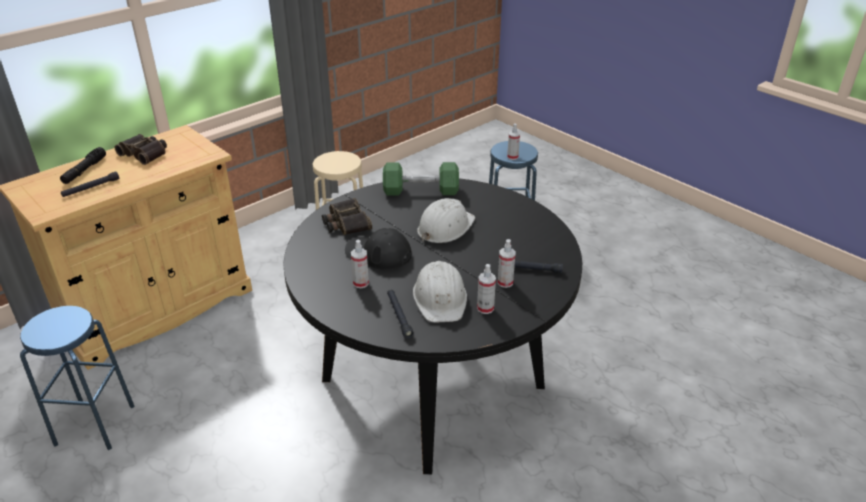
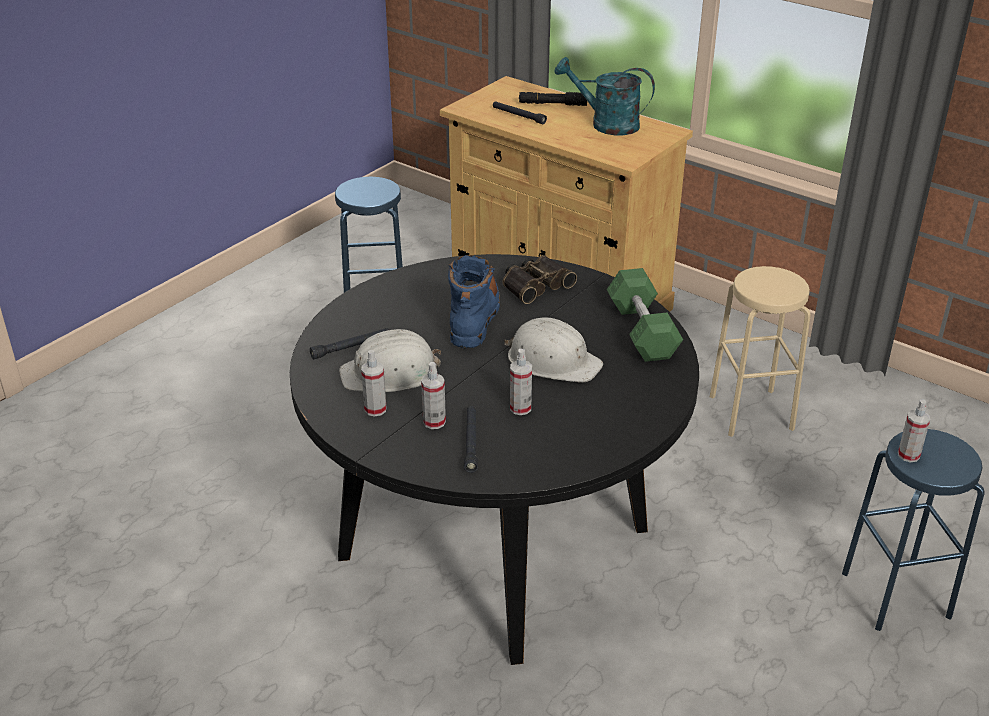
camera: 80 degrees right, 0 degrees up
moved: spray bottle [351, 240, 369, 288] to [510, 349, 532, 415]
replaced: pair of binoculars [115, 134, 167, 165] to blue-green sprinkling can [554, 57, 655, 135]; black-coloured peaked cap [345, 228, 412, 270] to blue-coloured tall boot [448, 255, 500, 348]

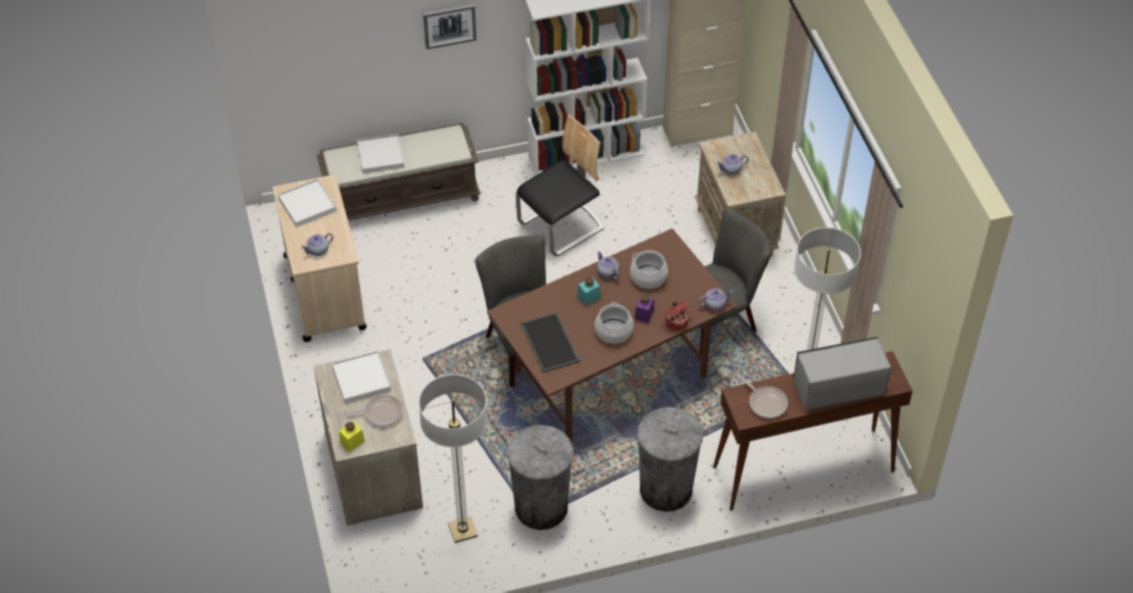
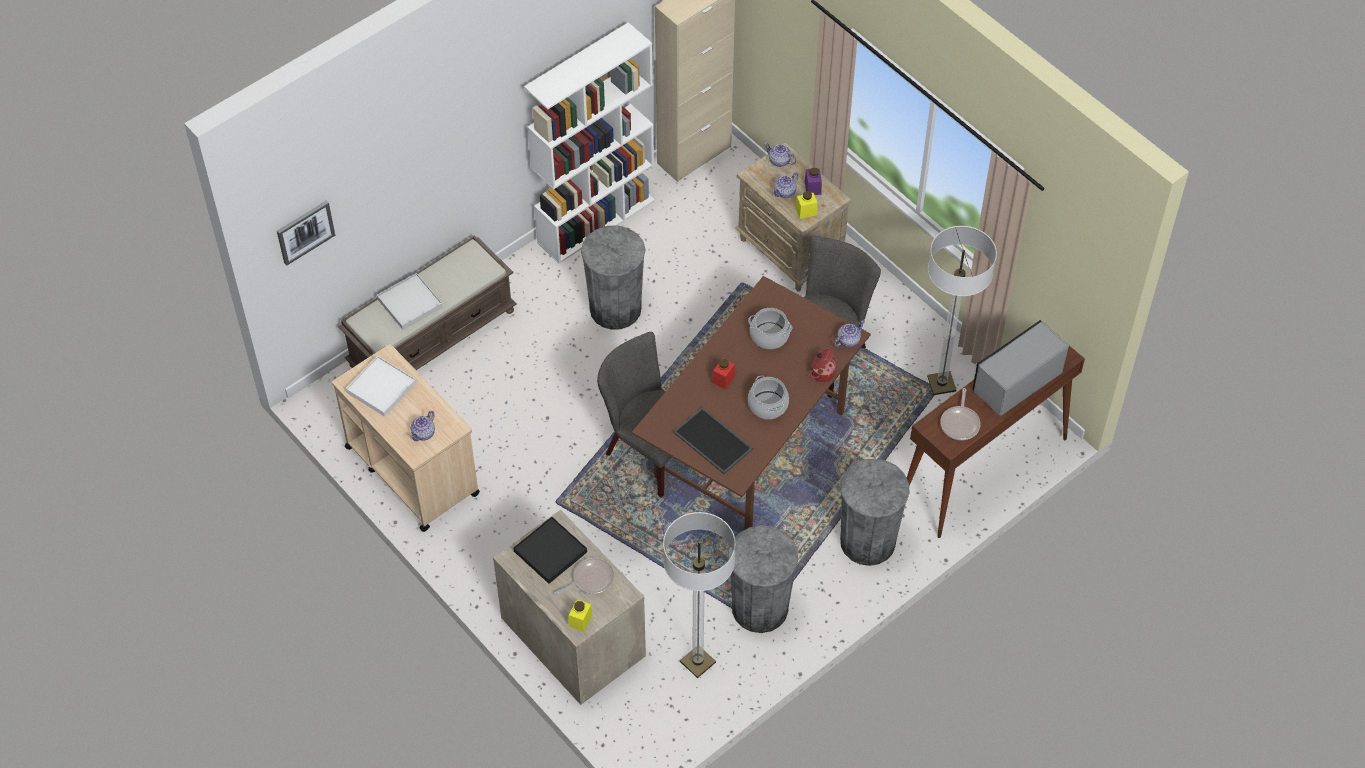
camera: 25 degrees left, 5 degrees up
added: yellow jar [795, 191, 817, 219]
moved: wall picture [423, 4, 477, 49] to [277, 200, 335, 266]; tea pot [597, 251, 620, 280] to [764, 143, 797, 167]; purple-coloured jar [635, 294, 654, 323] to [805, 167, 822, 195]
replaced: chair [516, 114, 604, 256] to grey waste bin [581, 225, 645, 330]
recoloured: blue-green jar [577, 277, 601, 306] to reddish jar [712, 358, 735, 389]; white tray [332, 351, 391, 403] to black-coloured tray [513, 517, 587, 584]
turned: pan [740, 376, 788, 418] = [940, 388, 981, 440] 75 degrees clockwise

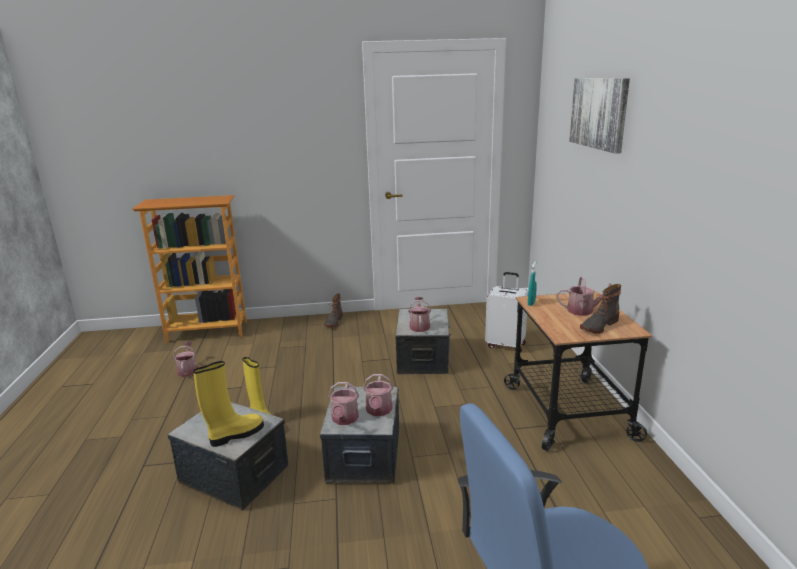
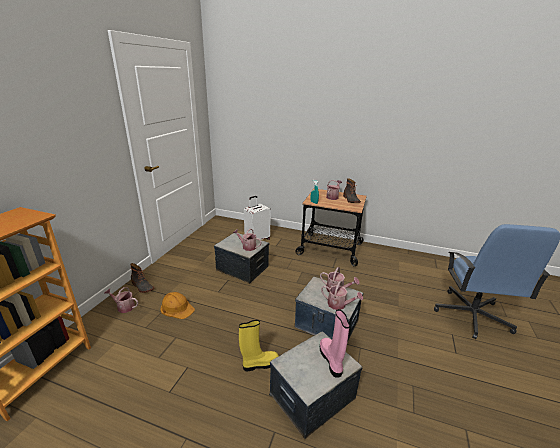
camera: 65 degrees left, 5 degrees up
removed: wall picture [569, 78, 630, 154]
added: orange-coloured safety helmet [161, 292, 195, 319]
moved: sprinkling can [173, 342, 197, 377] to [105, 287, 138, 313]
recoloured: yellow tall boot [193, 361, 264, 447] to pink tall boot [320, 309, 350, 378]

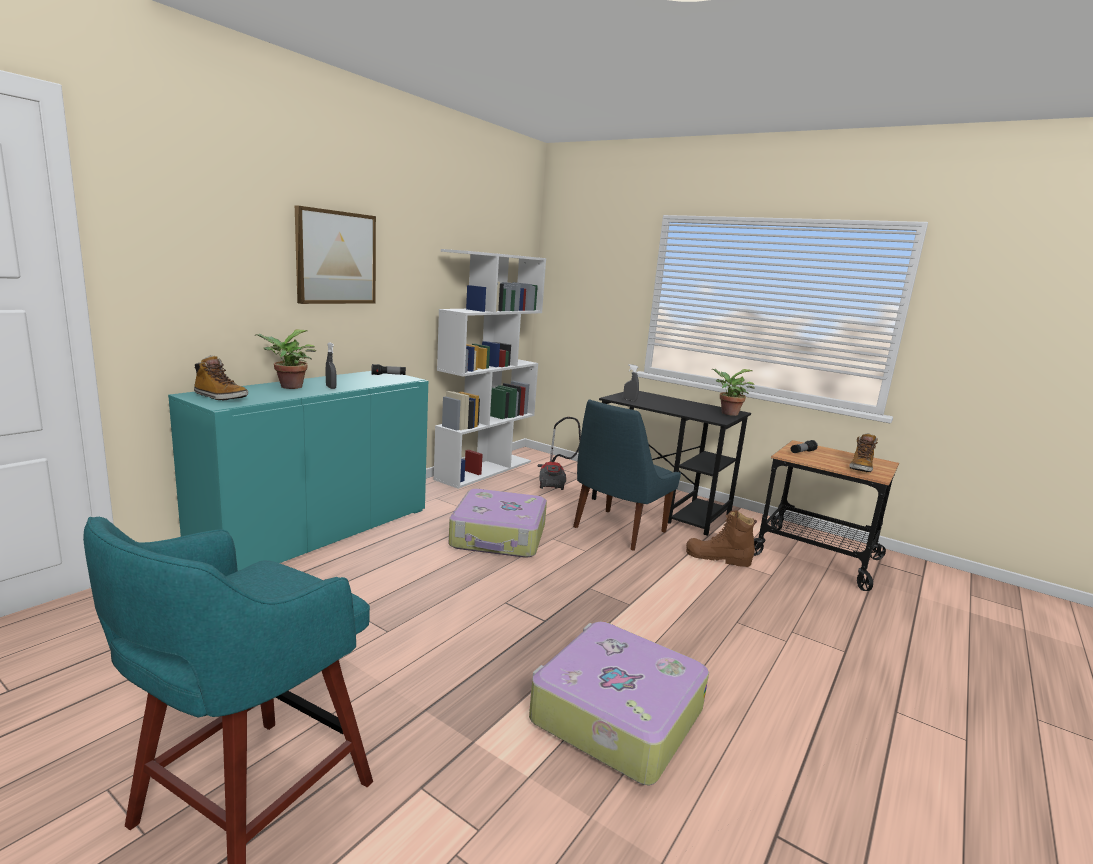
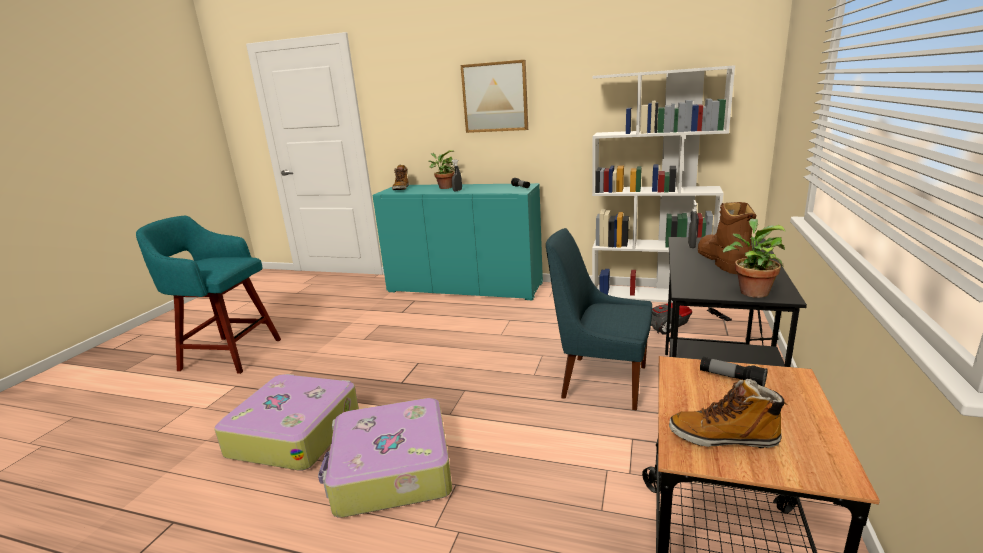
camera: 75 degrees right, 5 degrees up
moved: piece of luggage [449, 489, 547, 558] to [318, 398, 452, 518]; brown-coloured tall boot [686, 510, 757, 567] to [698, 202, 757, 274]

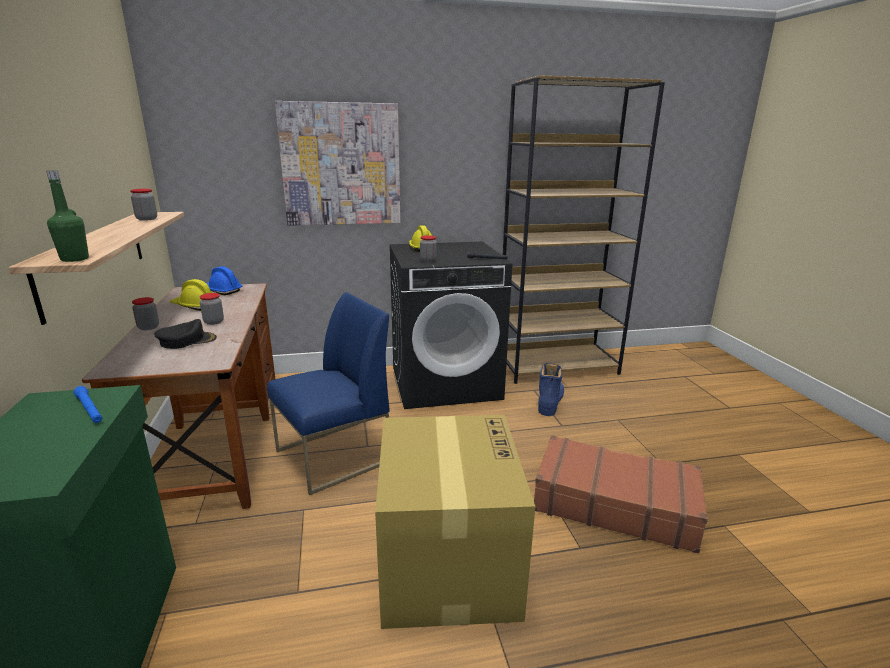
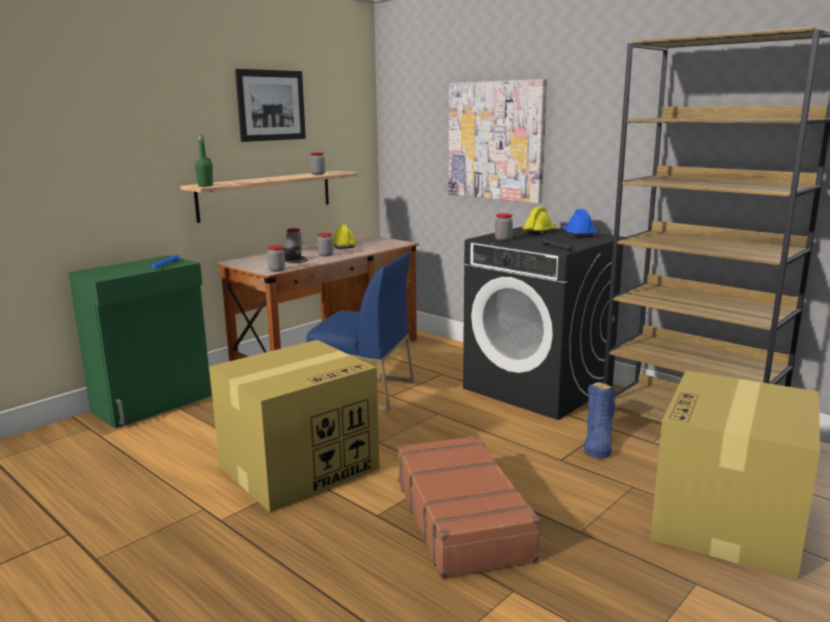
camera: 55 degrees right, 5 degrees down
added: wall picture [235, 69, 306, 142]; jar [267, 245, 285, 272]; cardboard box [650, 370, 820, 580]
moved: blue-coloured safety helmet [206, 266, 243, 295] to [563, 209, 597, 238]
turned: blue-coloured tall boot [538, 363, 564, 416] = [584, 382, 616, 458] 120 degrees clockwise

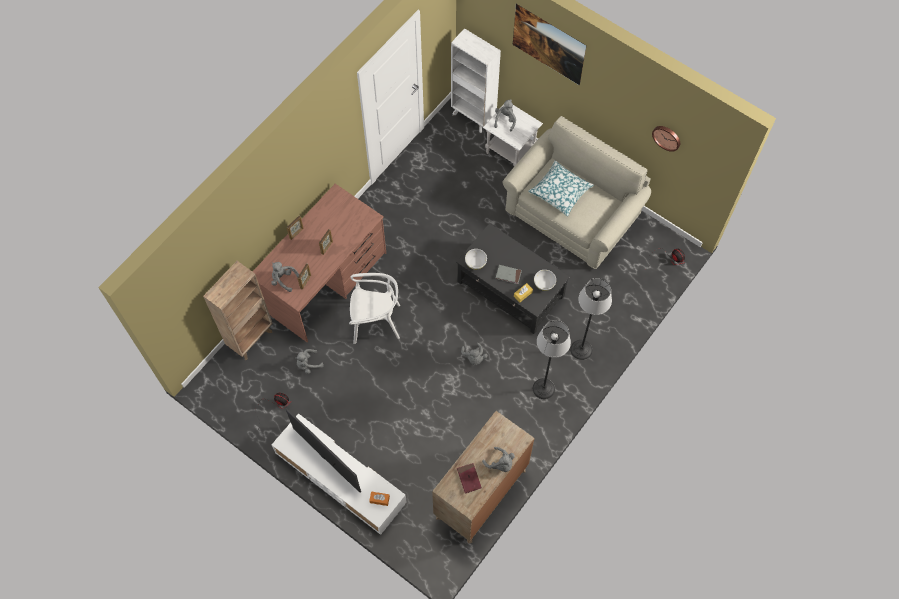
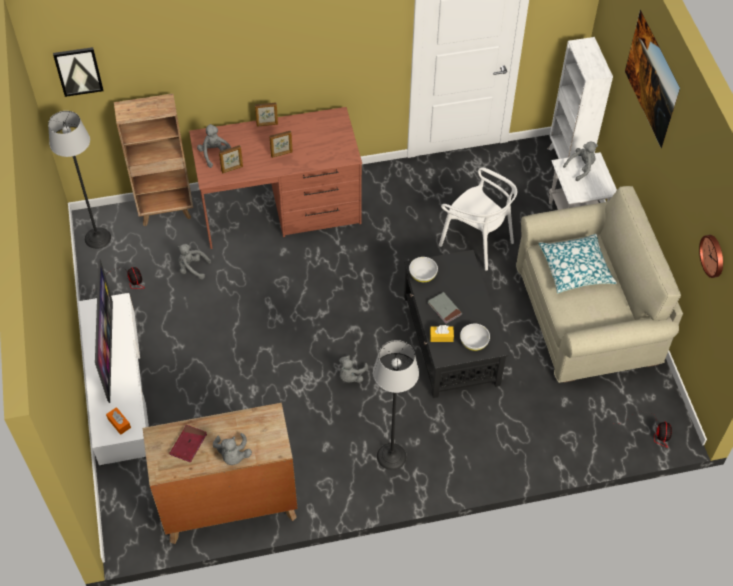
camera: 40 degrees right, 10 degrees down
added: wall picture [53, 47, 103, 97]
moved: white chair [349, 273, 400, 344] to [439, 167, 517, 271]; floor lamp [570, 278, 612, 360] to [48, 111, 111, 249]

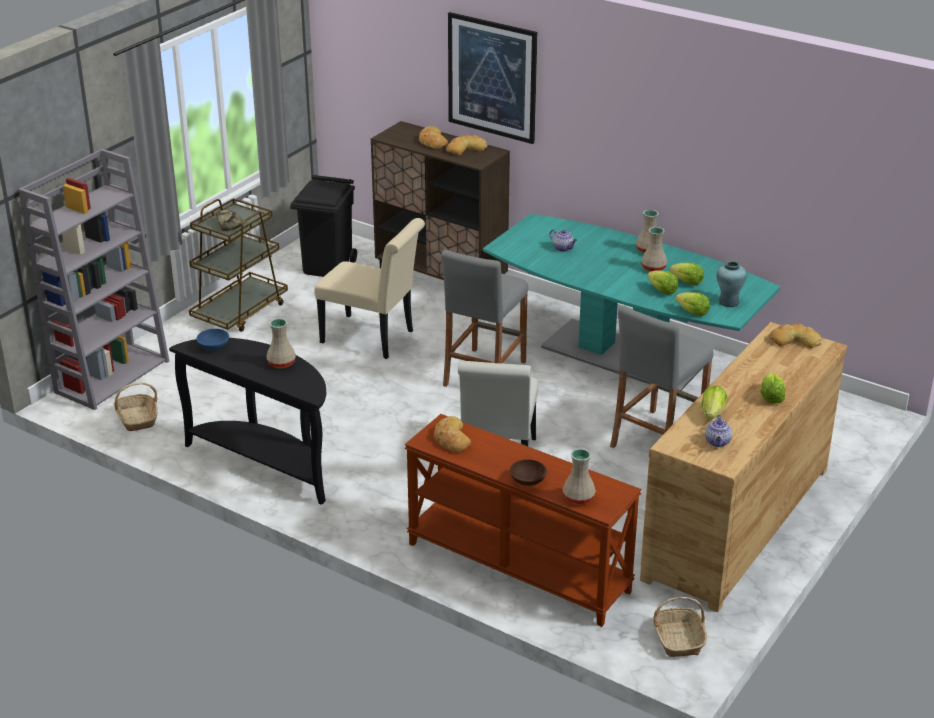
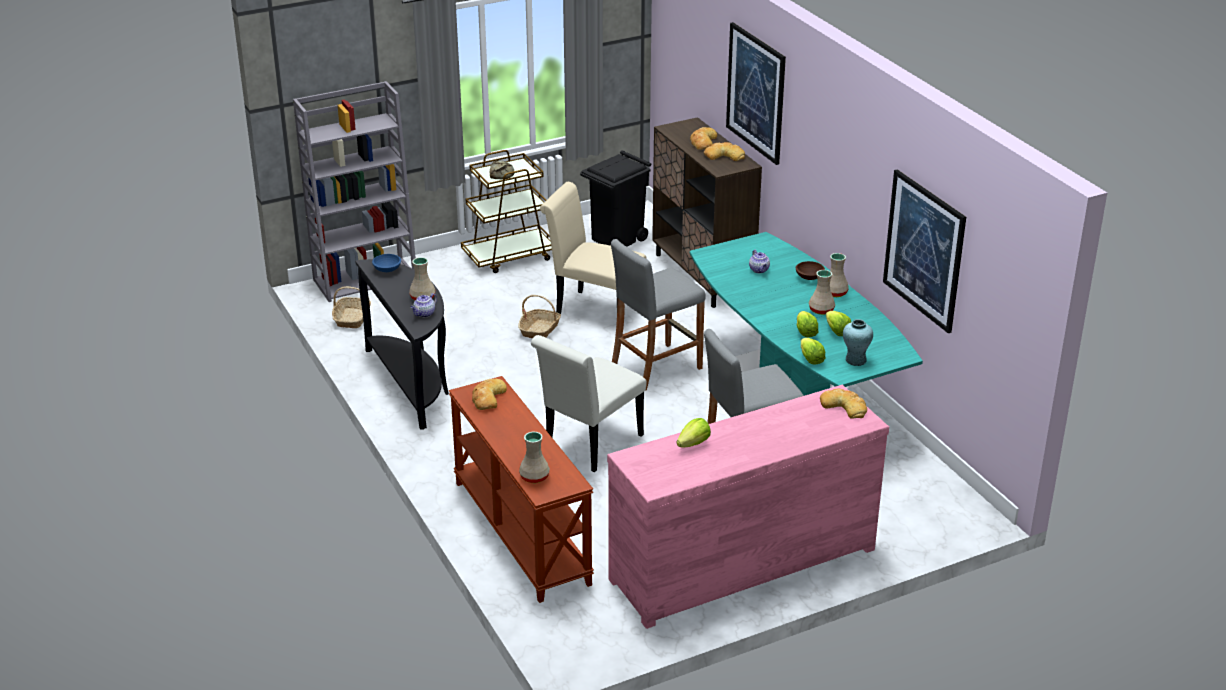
camera: 30 degrees right, 0 degrees up
removed: head of lettuce [760, 372, 785, 404]
added: wall picture [883, 169, 966, 333]
moved: tea pot [705, 415, 732, 447] to [411, 293, 437, 317]; brown-coloured deep dish [510, 459, 547, 486] to [796, 261, 825, 280]; storage basket [653, 597, 707, 657] to [518, 295, 561, 339]
recoloured: brown-coloured drawer chest [640, 322, 847, 612] to pink drawer chest [607, 385, 889, 629]
turned: beige-coloured chair [314, 218, 425, 359] = [540, 182, 646, 314] 150 degrees clockwise

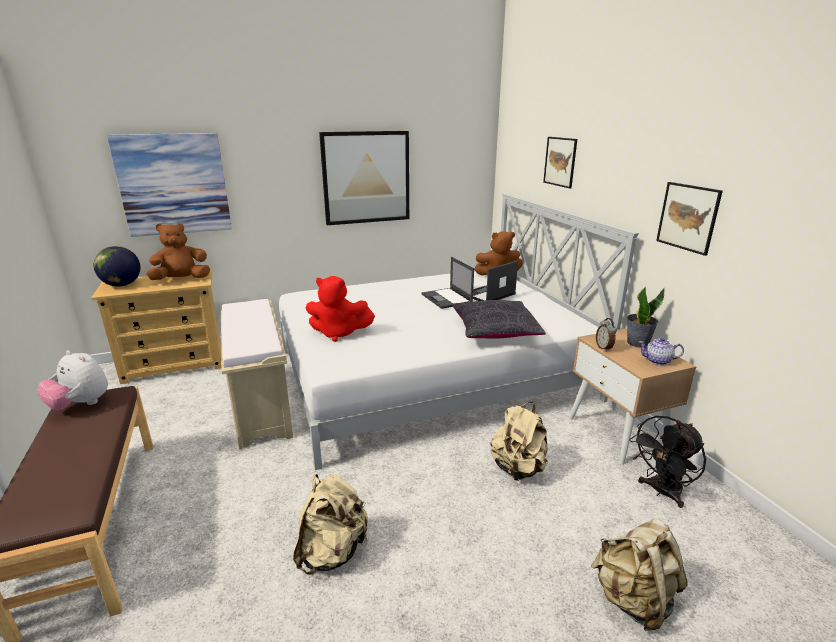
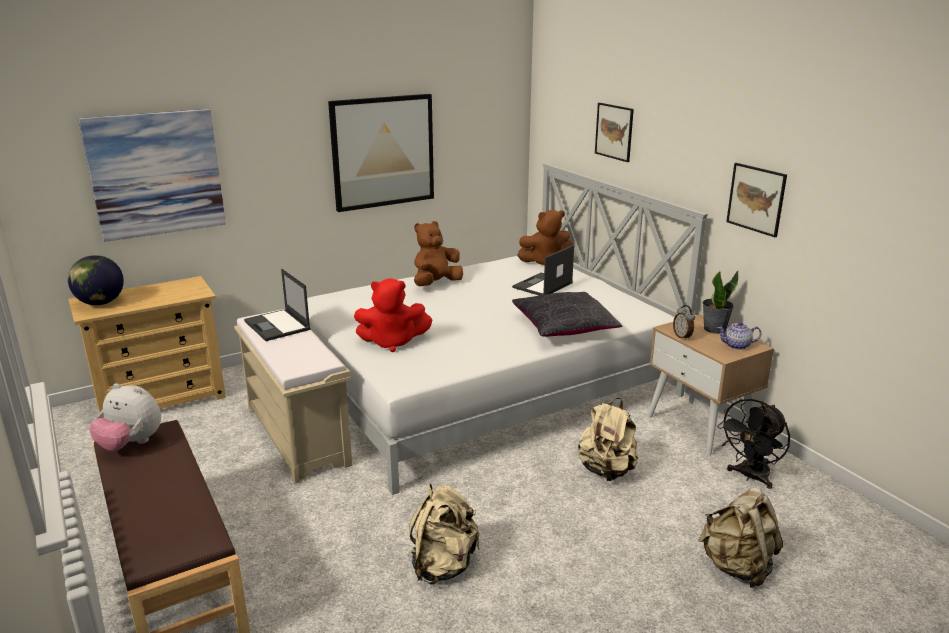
camera: 10 degrees left, 0 degrees up
moved: brown-coloured plush toy [146, 223, 210, 280] to [414, 221, 463, 286]; laptop [422, 257, 474, 309] to [244, 269, 311, 341]

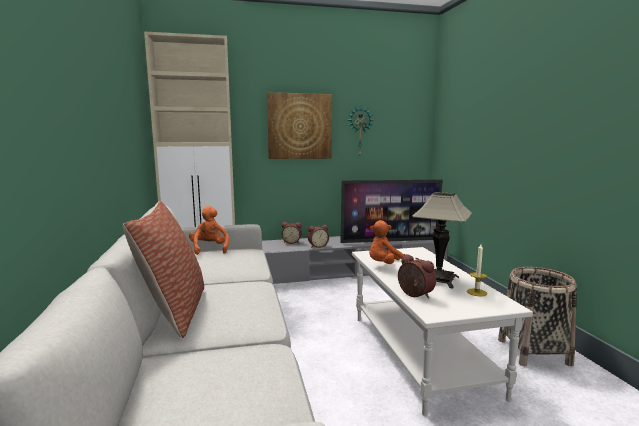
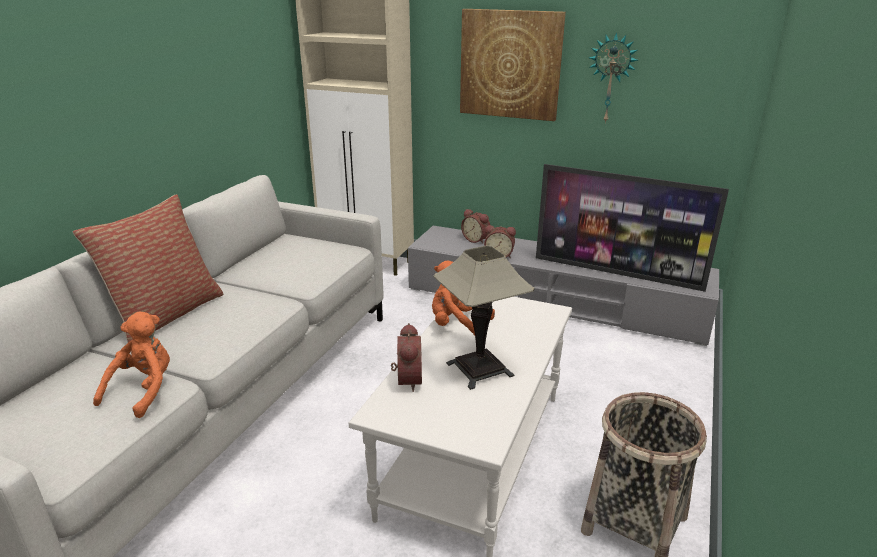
camera: 35 degrees right, 15 degrees up
removed: wax candle [467, 244, 487, 296]
moved: orange-coloured plush toy [189, 206, 229, 255] to [93, 311, 170, 418]

